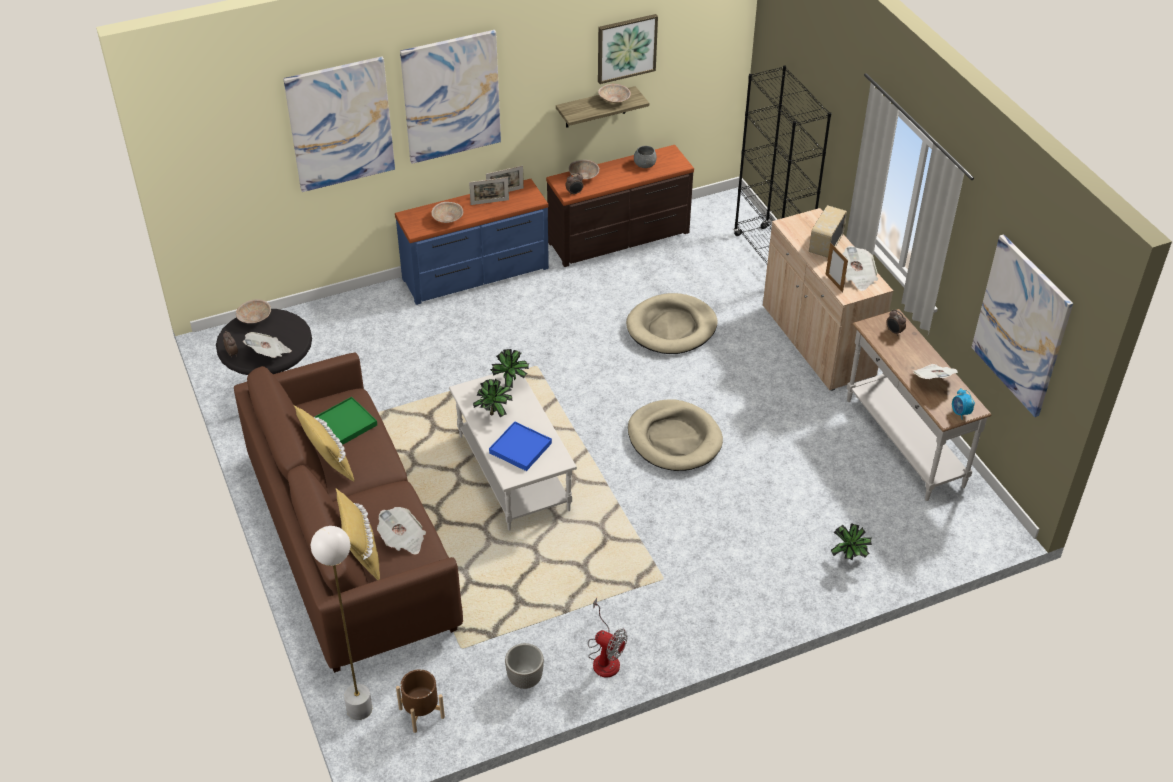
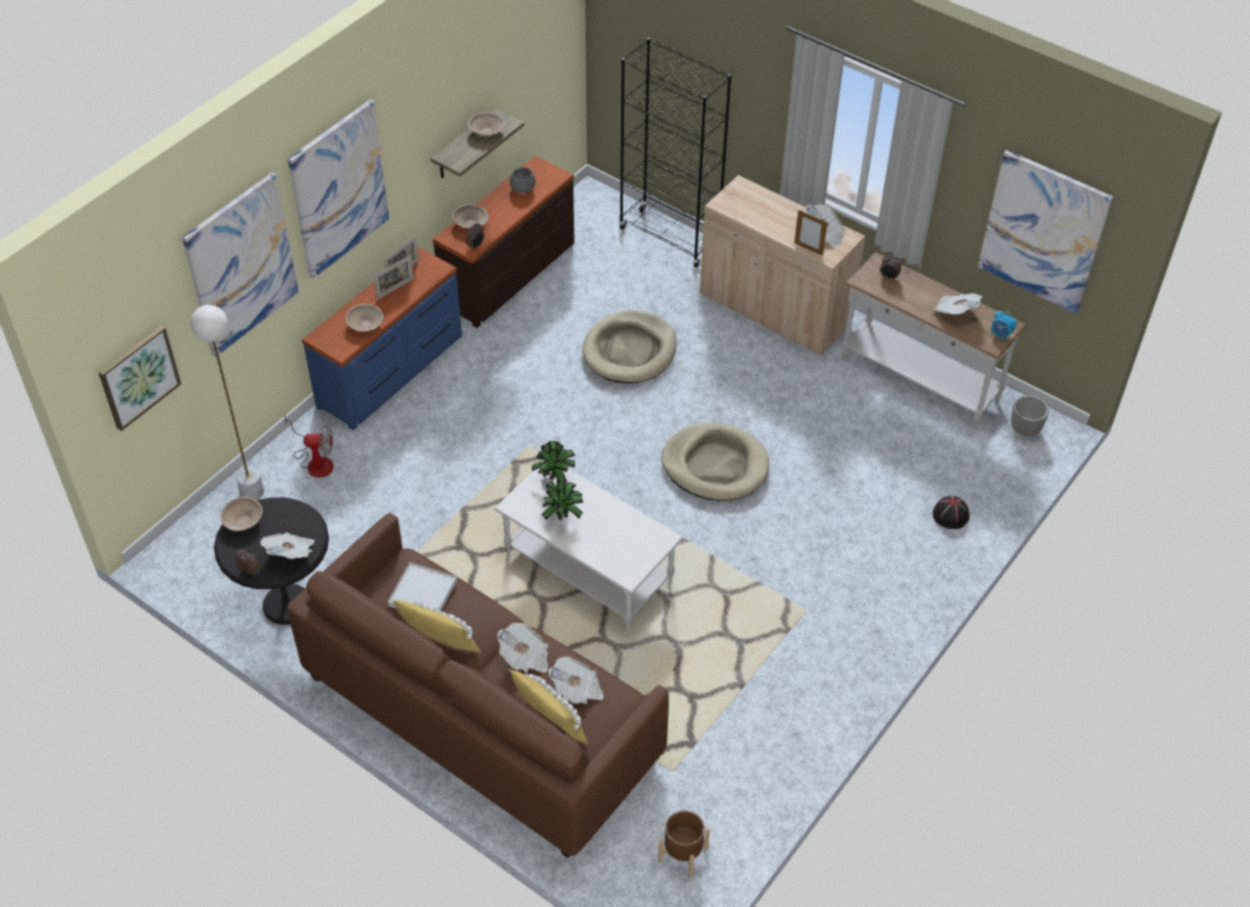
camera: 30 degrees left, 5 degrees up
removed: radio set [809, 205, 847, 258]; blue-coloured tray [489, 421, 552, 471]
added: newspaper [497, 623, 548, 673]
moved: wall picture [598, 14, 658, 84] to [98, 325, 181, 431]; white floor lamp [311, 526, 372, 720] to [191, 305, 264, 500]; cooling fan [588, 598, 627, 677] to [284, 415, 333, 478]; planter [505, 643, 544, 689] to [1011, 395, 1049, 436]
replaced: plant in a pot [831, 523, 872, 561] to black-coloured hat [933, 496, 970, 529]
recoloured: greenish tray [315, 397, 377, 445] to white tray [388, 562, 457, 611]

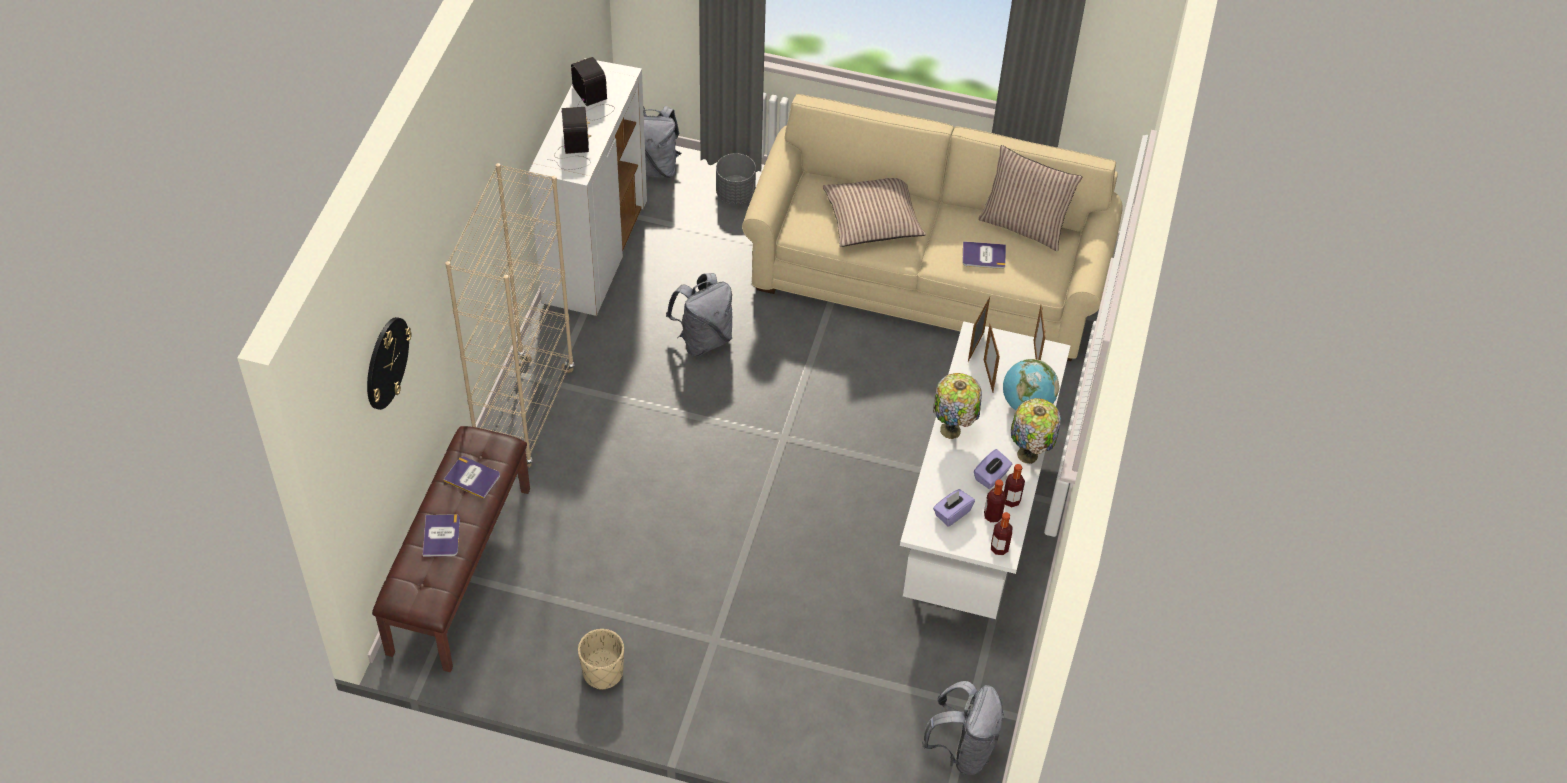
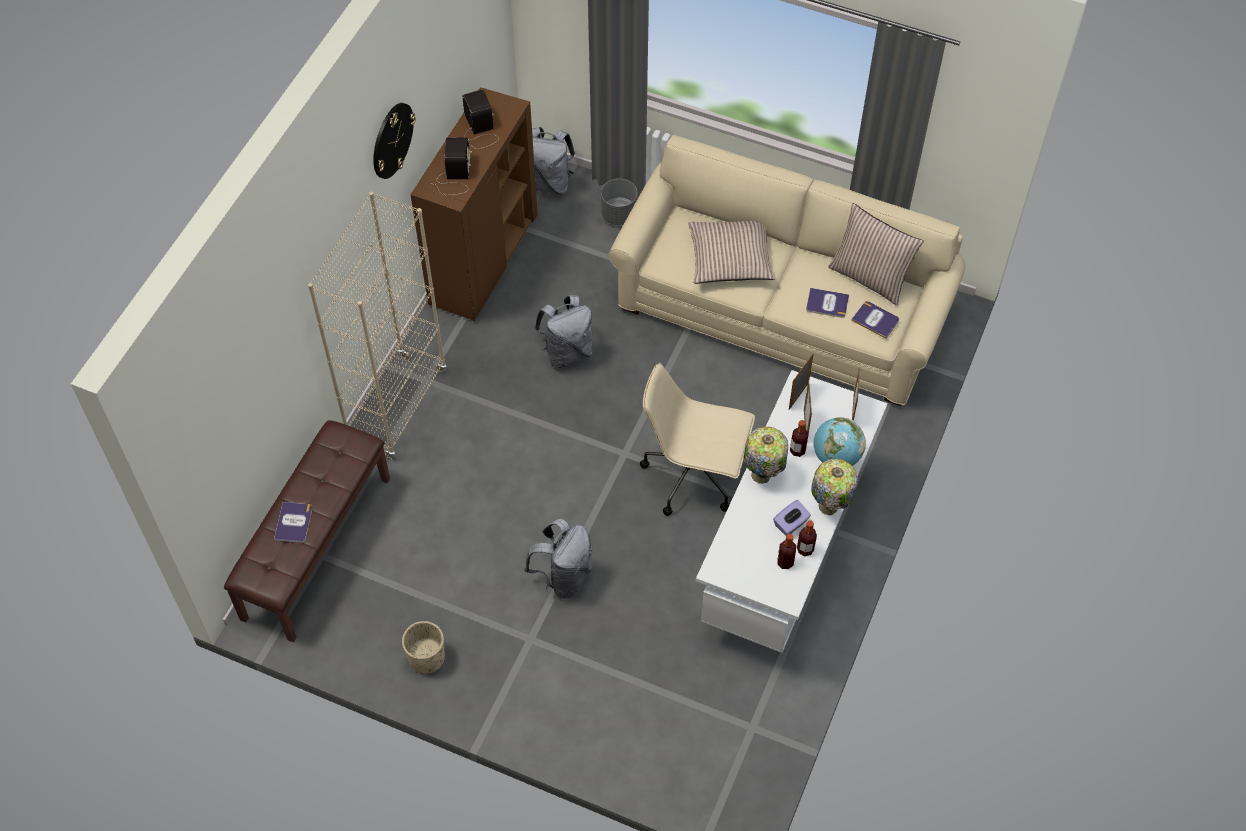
camera: 10 degrees right, 5 degrees up
removed: purple-coloured box of tissues [933, 489, 975, 527]
added: beige-coloured desk chair [640, 363, 755, 516]
moved: wall clock [367, 317, 412, 410] to [373, 103, 416, 179]; bound book [443, 456, 500, 499] to [851, 301, 899, 339]; drink bottle [991, 512, 1012, 555] to [790, 420, 809, 457]; grey knapsack [922, 681, 1005, 775] to [524, 519, 593, 599]
recoloured: white cupboard [528, 58, 647, 316] to brown-coloured cupboard [410, 87, 538, 321]

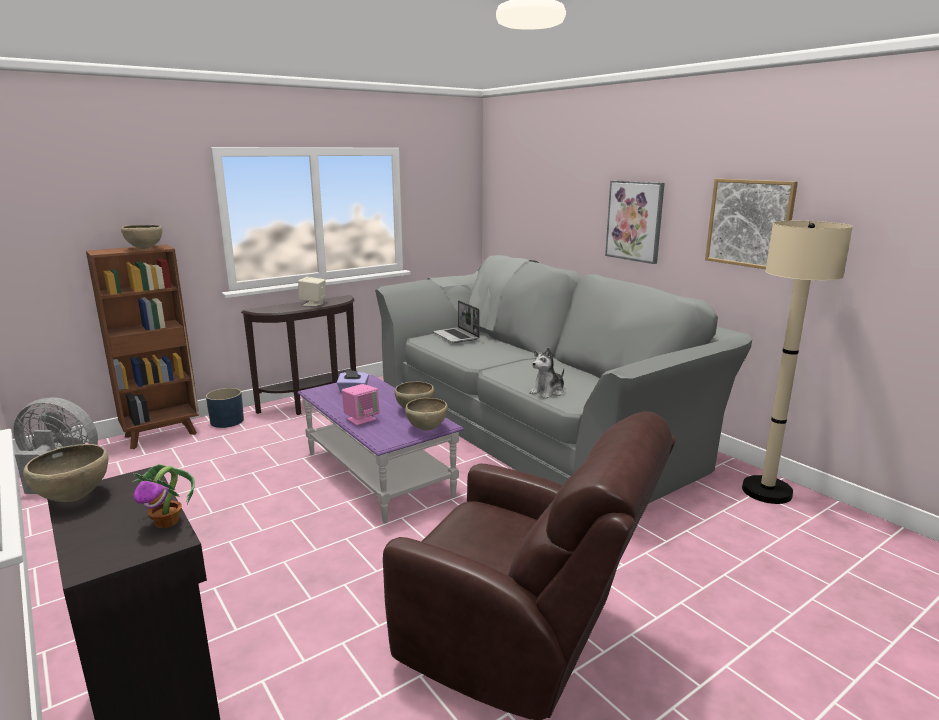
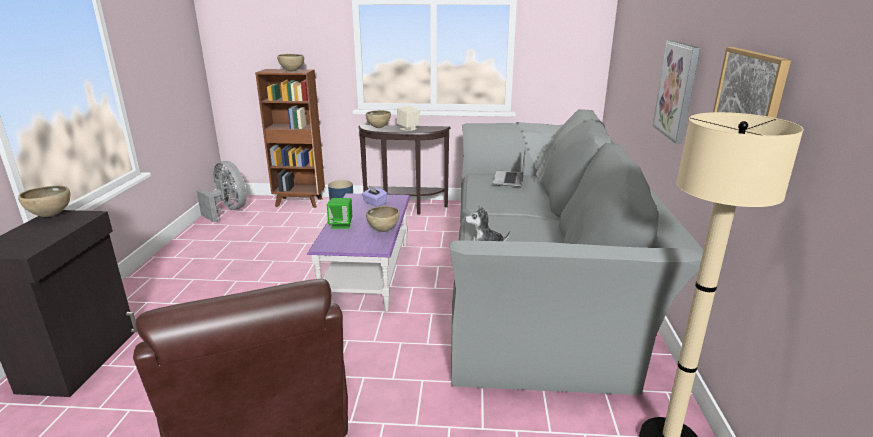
camera: 40 degrees right, 5 degrees up
removed: plant in a pot [132, 464, 195, 528]
moved: brown-coloured deep dish [405, 398, 448, 430] to [366, 110, 391, 128]
recoloured: pink speaker [342, 384, 380, 425] to greenish speaker [327, 198, 352, 229]

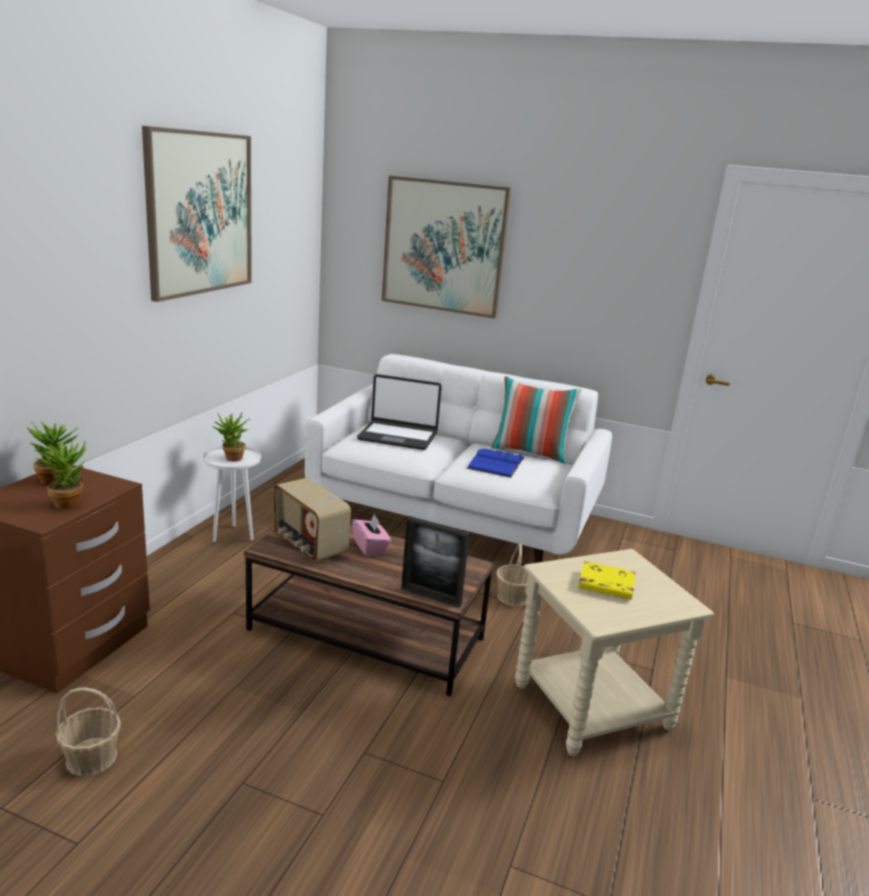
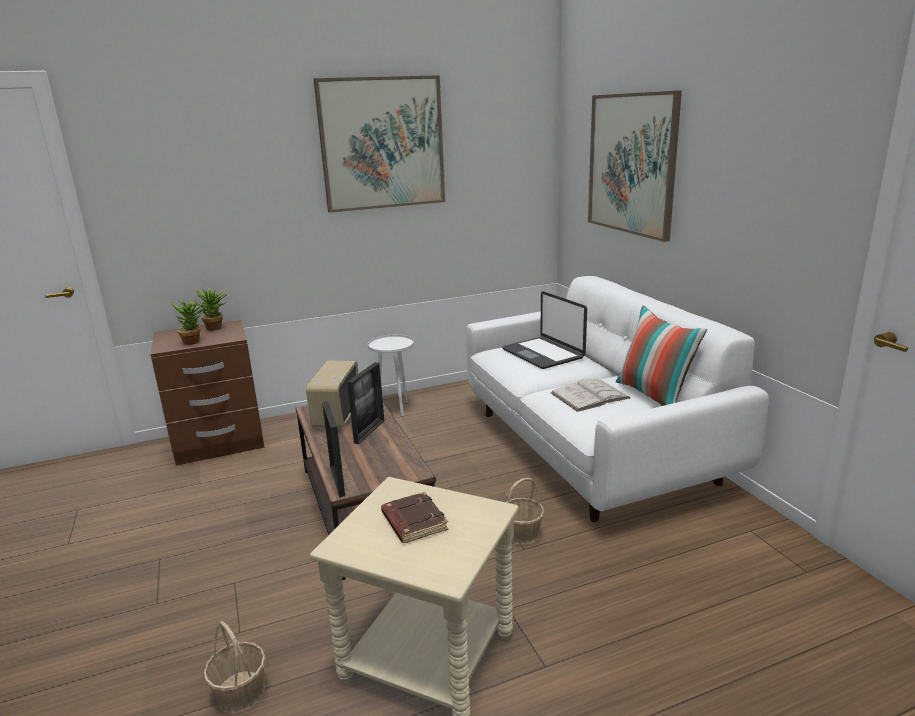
camera: 50 degrees right, 0 degrees up
removed: plant in a pot [212, 413, 249, 462]
moved: storage basket [56, 687, 121, 776] to [203, 621, 266, 714]
replaced: pink box of tissues [352, 514, 391, 557] to standing frame [347, 362, 384, 444]
recoloured: blue-coloured bound book [467, 448, 524, 478] to white bound book [551, 379, 631, 412]; yellow bound book [579, 561, 636, 600] to brown-coloured bound book [381, 492, 449, 543]

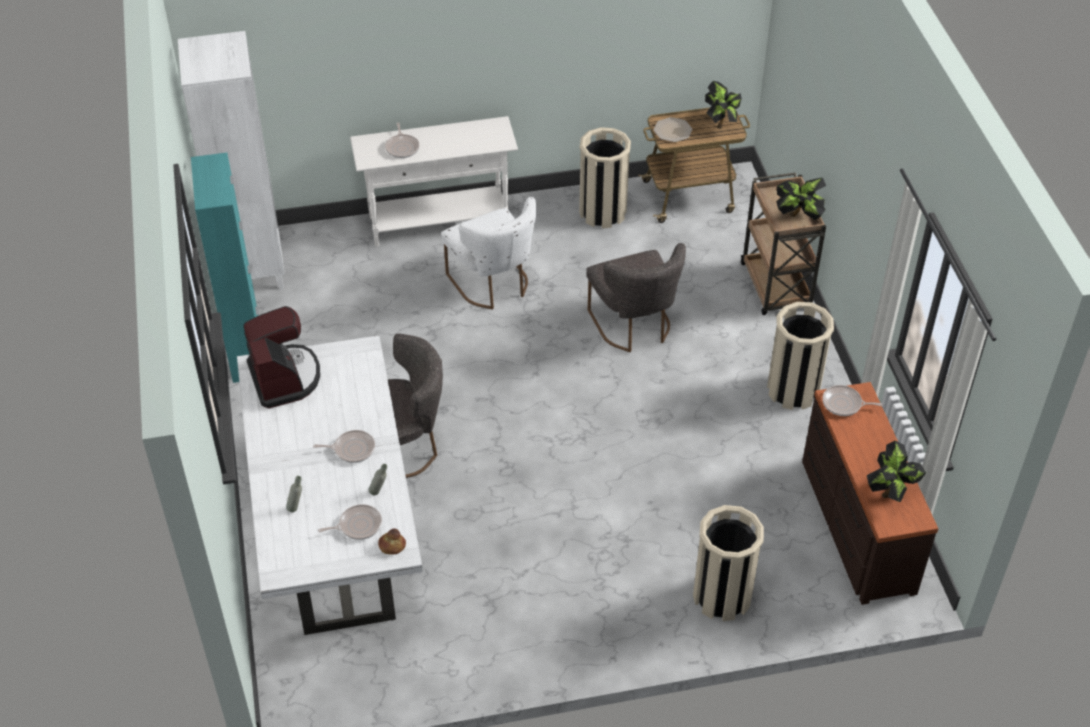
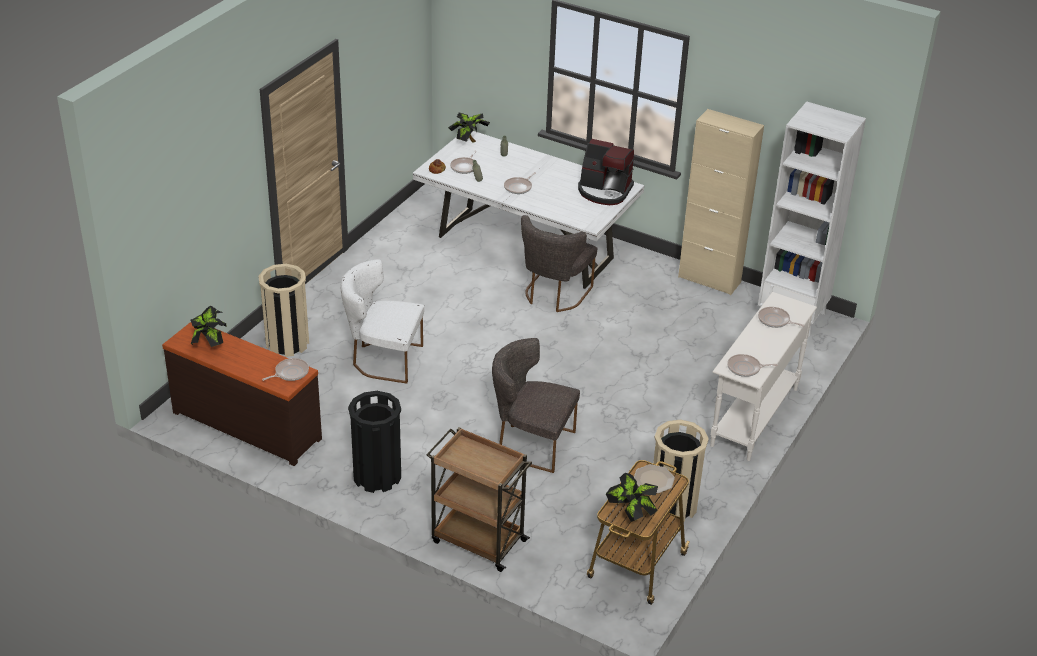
camera: 130 degrees right, 10 degrees down
added: pan [727, 354, 778, 377]
moved: plant in a pot [776, 178, 826, 220] to [448, 113, 490, 142]; white chair [441, 197, 536, 310] to [341, 259, 424, 384]
recoloured: blue-green cupboard [191, 153, 259, 383] to beige-coloured cupboard [678, 109, 764, 295]; beige-coloured waste bin [767, 302, 834, 410] to black-coloured waste bin [348, 391, 401, 493]

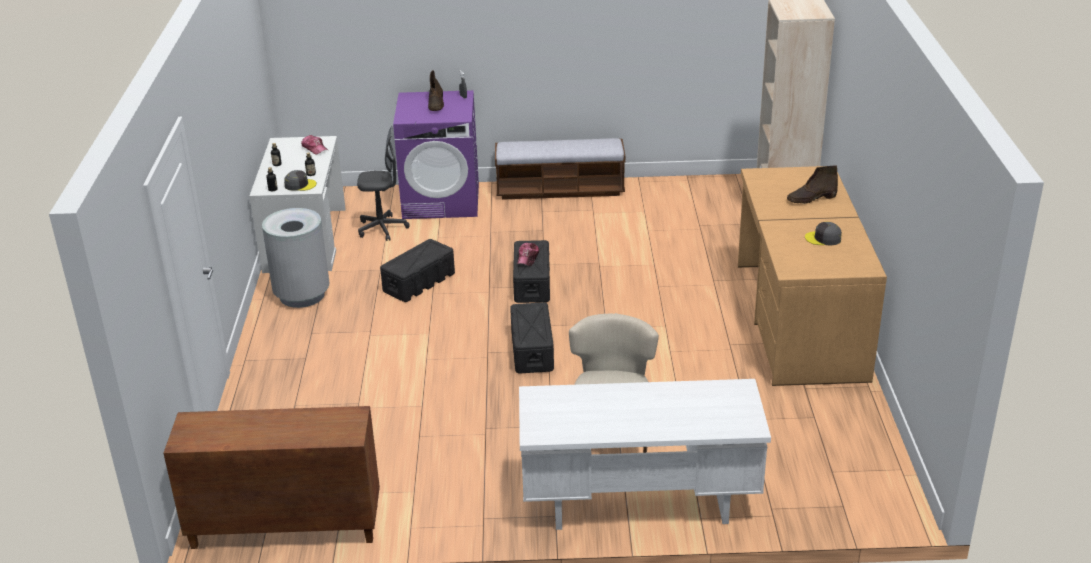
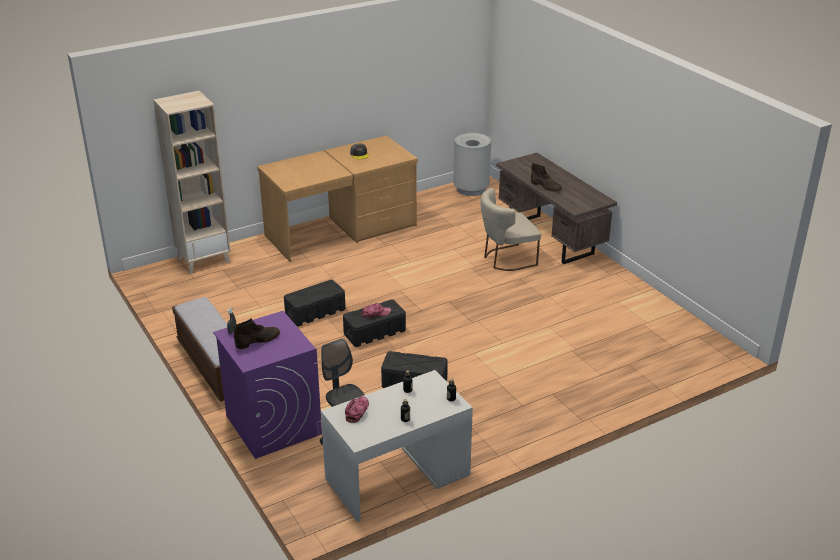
camera: 120 degrees left, 0 degrees up
removed: grey peaked cap [284, 170, 317, 191]; brown-coloured cupboard [163, 406, 380, 549]
moved: brown-coloured tall boot [787, 166, 838, 204] to [531, 163, 562, 192]; grey waste bin [262, 208, 329, 308] to [454, 133, 491, 196]; black-coloured storage box [510, 302, 554, 374] to [284, 280, 346, 326]
recoloured: white desk unit [519, 379, 771, 530] to brown-coloured desk unit [496, 153, 617, 264]

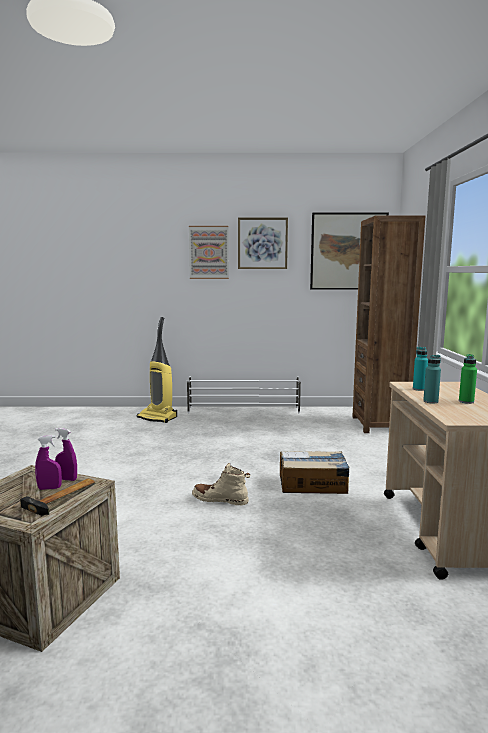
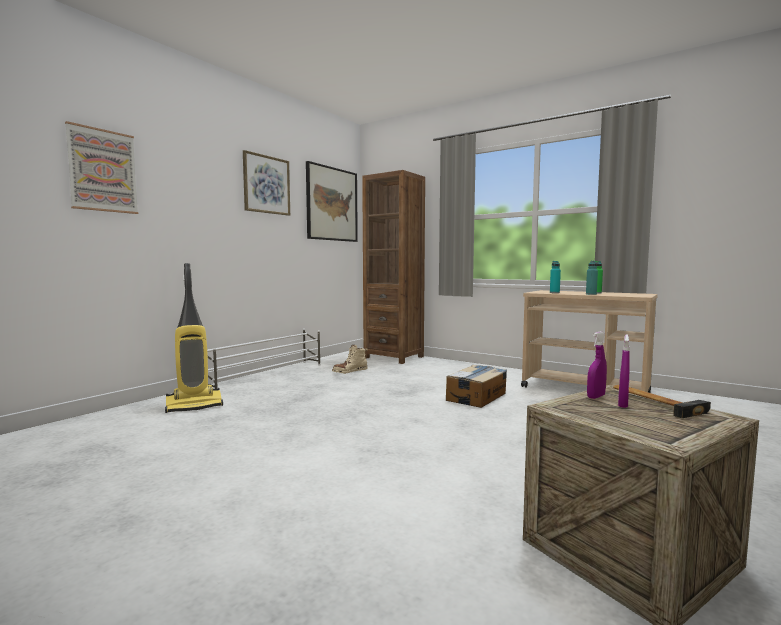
camera: 55 degrees left, 5 degrees down
moved: wall picture [189, 226, 229, 279] to [65, 121, 138, 214]; beige-coloured tall boot [192, 463, 250, 505] to [332, 345, 368, 374]

